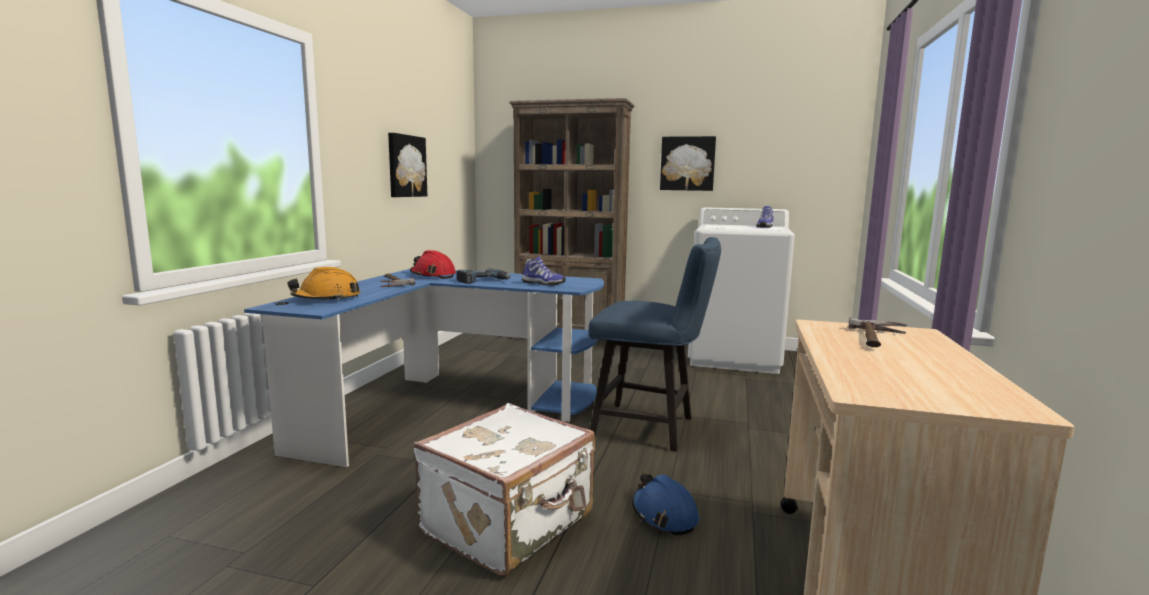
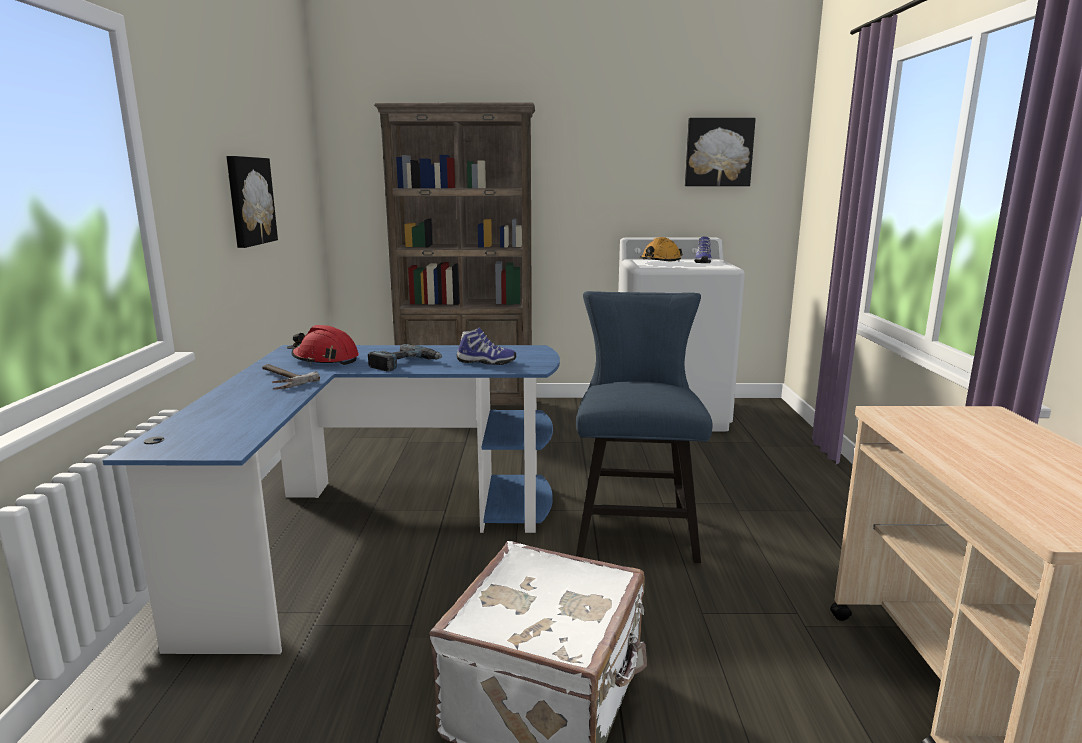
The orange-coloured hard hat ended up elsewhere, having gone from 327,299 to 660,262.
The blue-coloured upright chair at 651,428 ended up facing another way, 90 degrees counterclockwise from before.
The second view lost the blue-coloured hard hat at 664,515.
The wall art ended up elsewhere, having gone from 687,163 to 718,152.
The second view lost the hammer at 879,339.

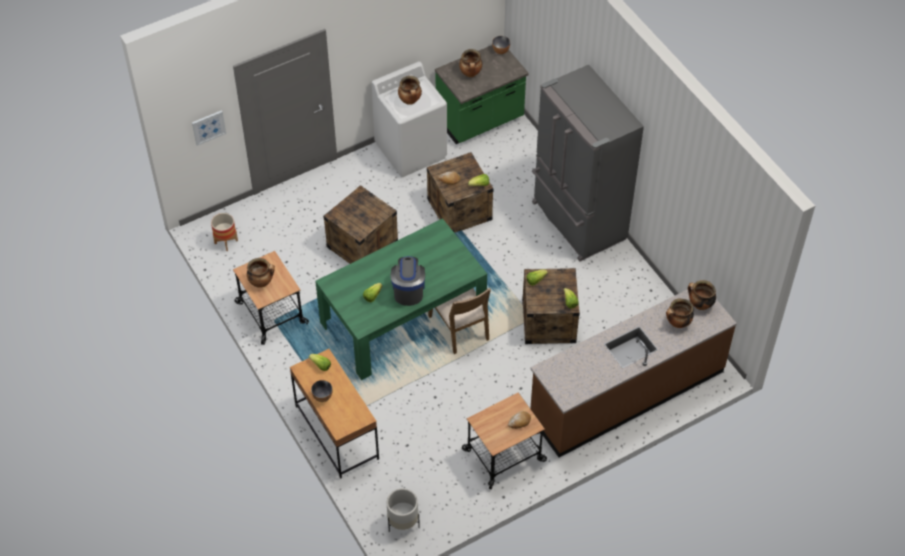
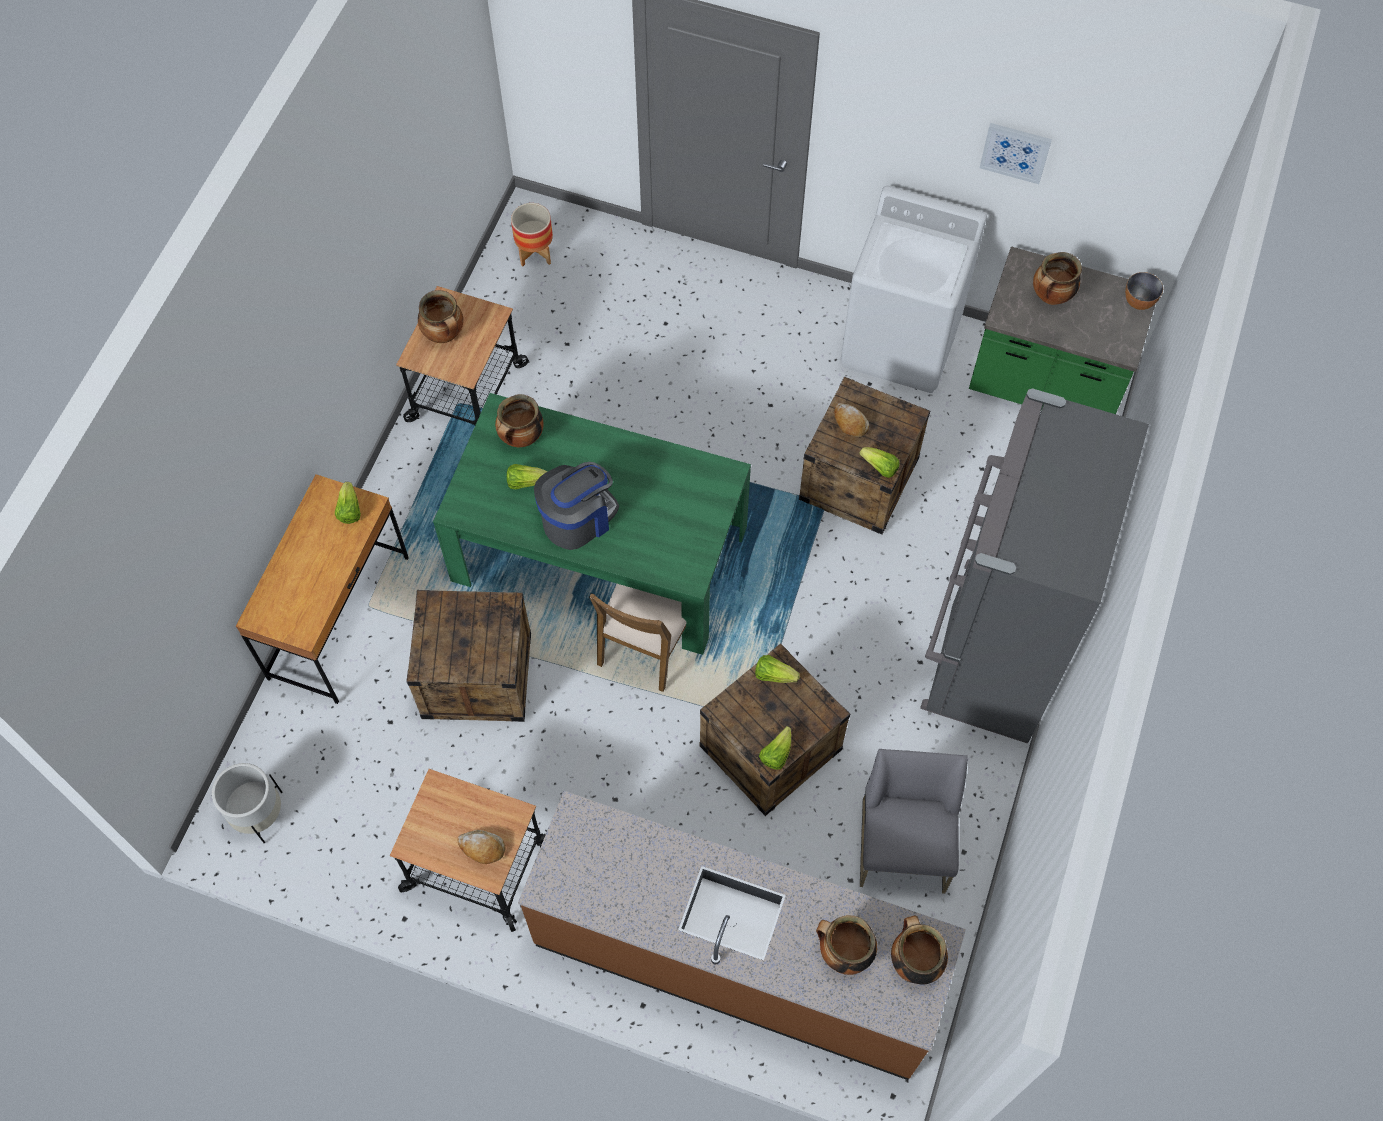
The wall art ended up elsewhere, having gone from 208,127 to 1015,152.
The second view lost the deep dish at 322,396.
The crate ended up elsewhere, having gone from 362,244 to 477,675.
The stockpot ended up elsewhere, having gone from 410,101 to 521,438.
The second view gained the grey upright chair at 904,846.

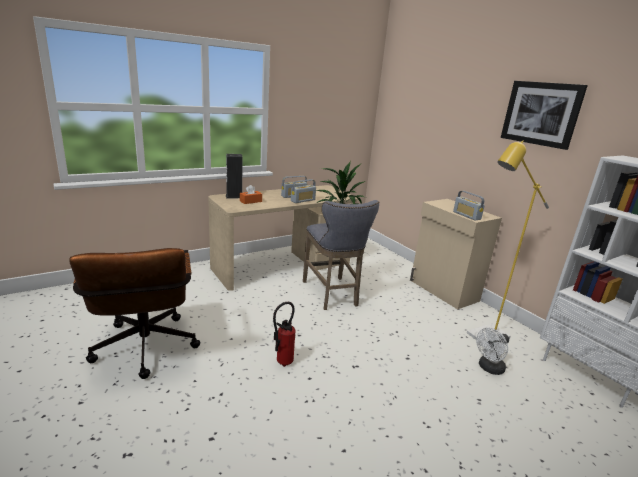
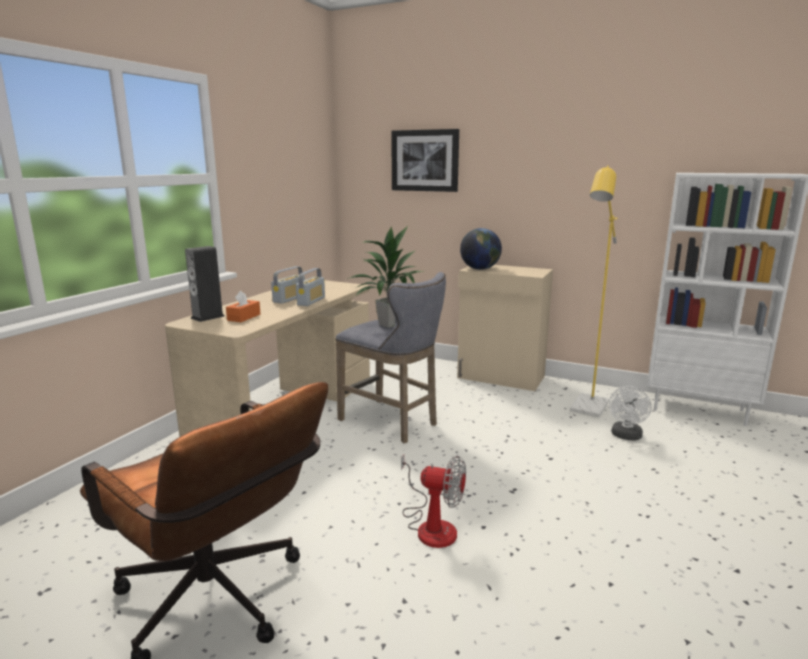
Where the extinguisher stood at 281,363, the fan came to stand at 431,525.
The second view lost the radio receiver at 466,215.
The wall art ended up elsewhere, having gone from 541,113 to 425,160.
The second view gained the world globe at 480,269.

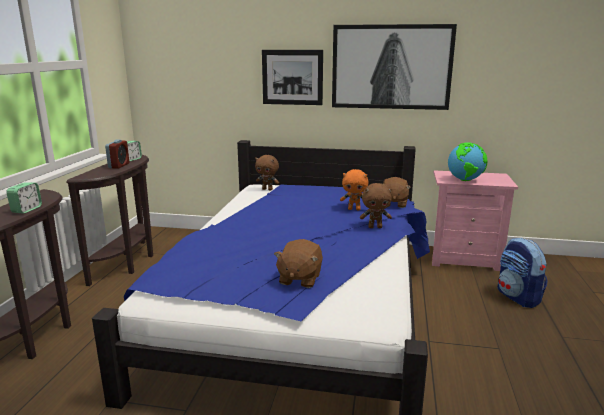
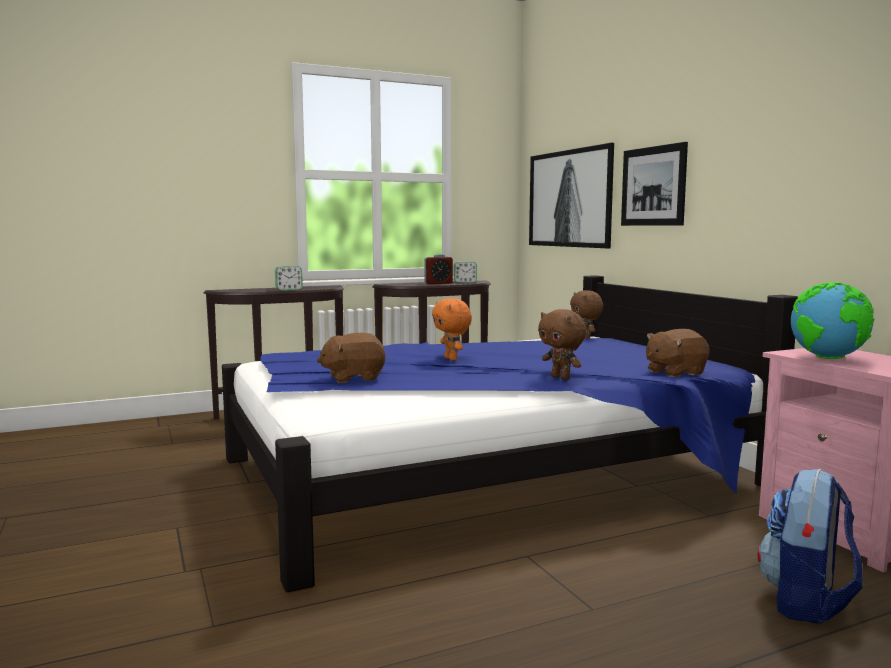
The wall art ended up elsewhere, having gone from 391,67 to 569,198.
The orange-coloured soft toy ended up elsewhere, having gone from 354,209 to 452,359.

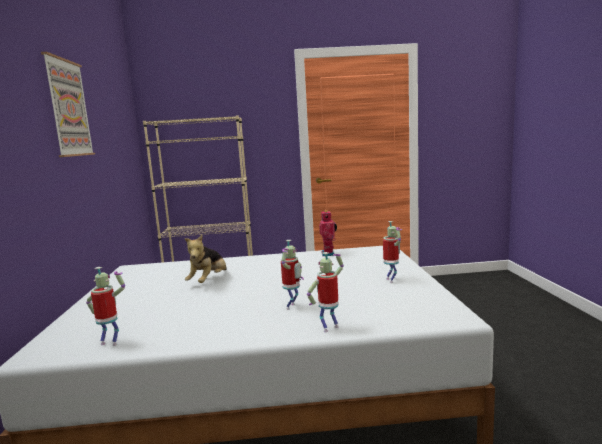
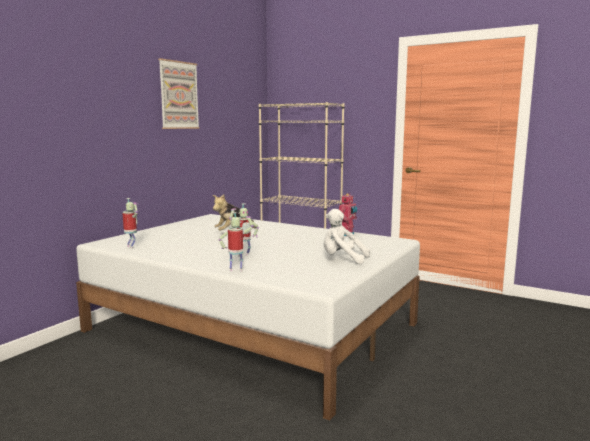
Where the robot figure stood at 392,280, the white soft toy came to stand at 342,259.

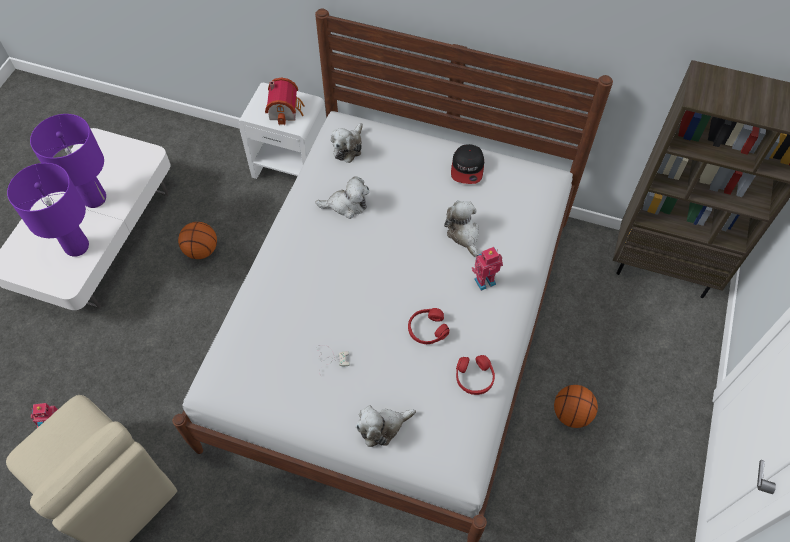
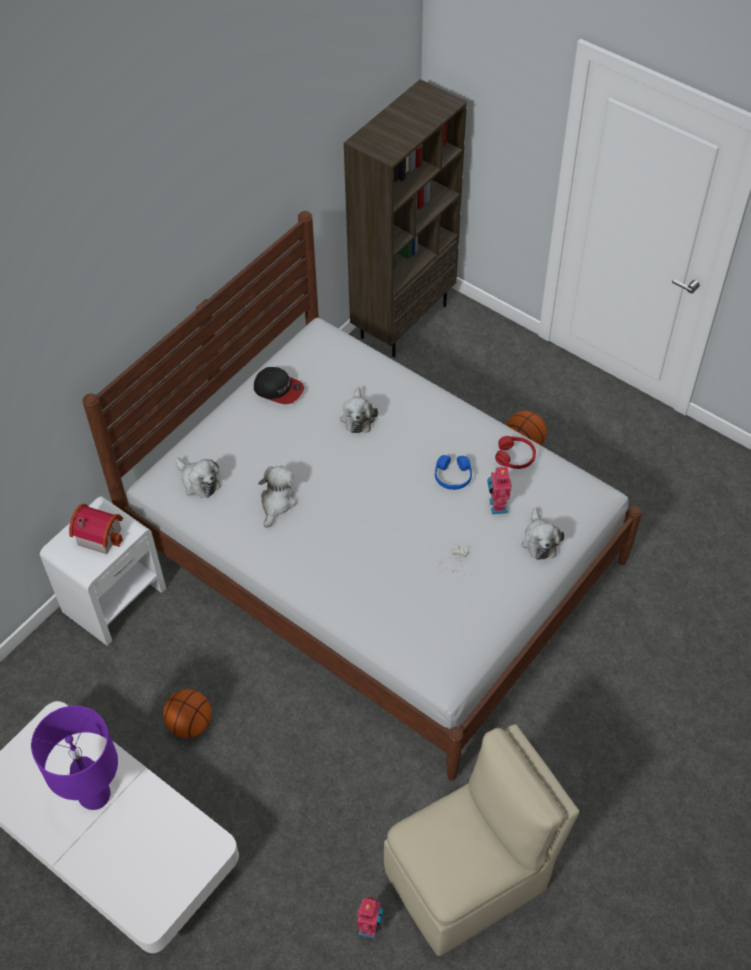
The second view lost the purplish lamp for a table at 77,246.
What was the reddish pair of headphones at 427,329 turned into the blue-coloured pair of headphones at 453,476.
The soft toy at 463,234 ended up facing another way, 90 degrees counterclockwise from before.
The robot figure ended up elsewhere, having gone from 484,280 to 497,506.

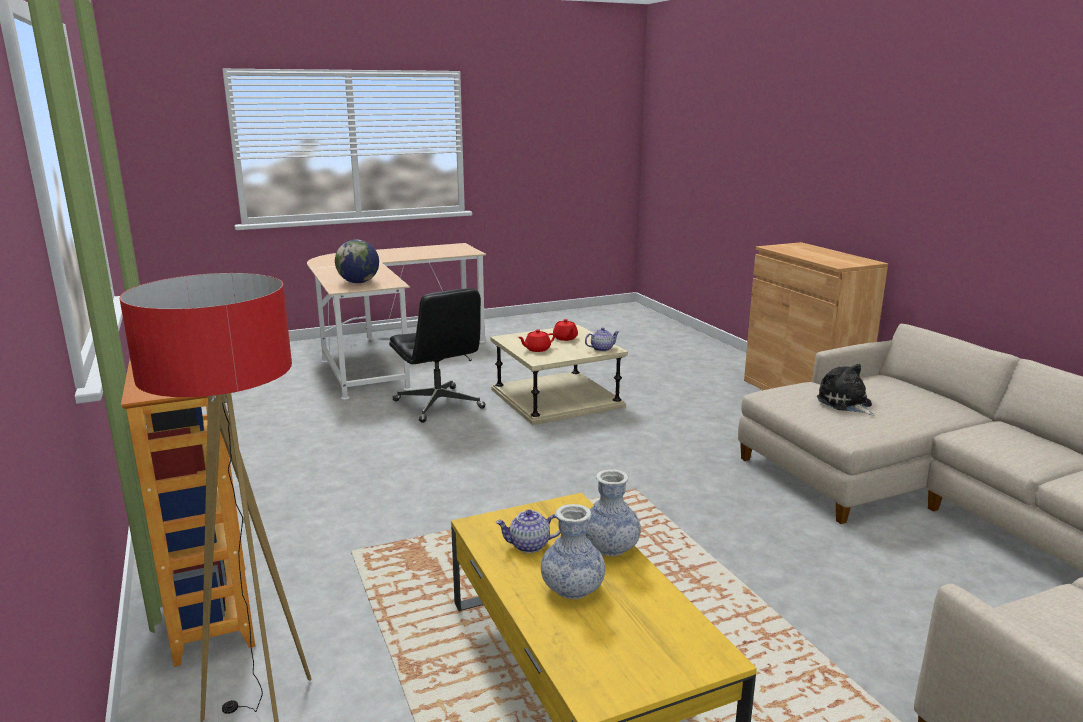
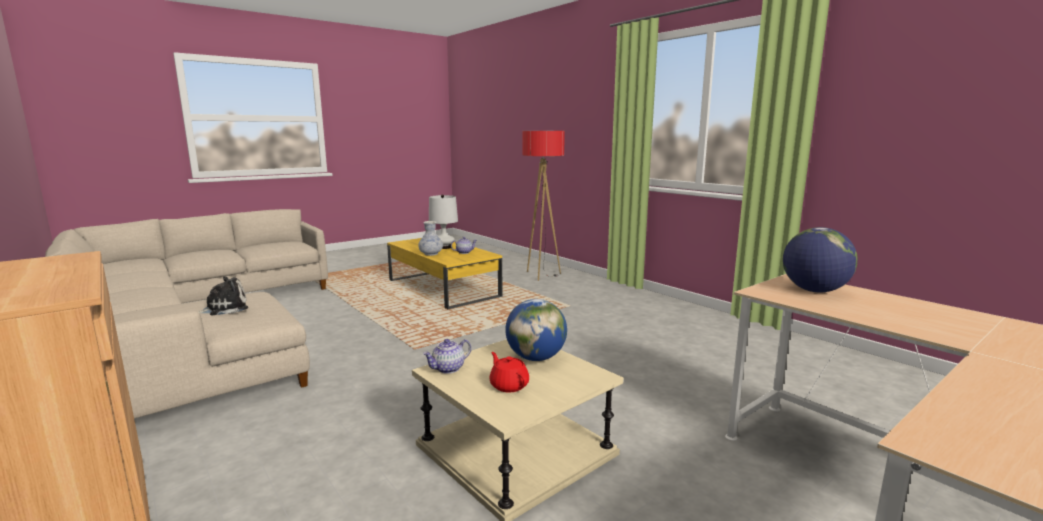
The second view lost the bookcase at 210,612.
The second view lost the blackish office chair at 439,405.
Where the reddish pot for tea stood at 537,349, the world globe came to stand at 535,358.
Where the vase stood at 572,589, the white lamp for a table came to stand at 444,247.
The soft toy at 845,403 ended up facing another way, 90 degrees counterclockwise from before.

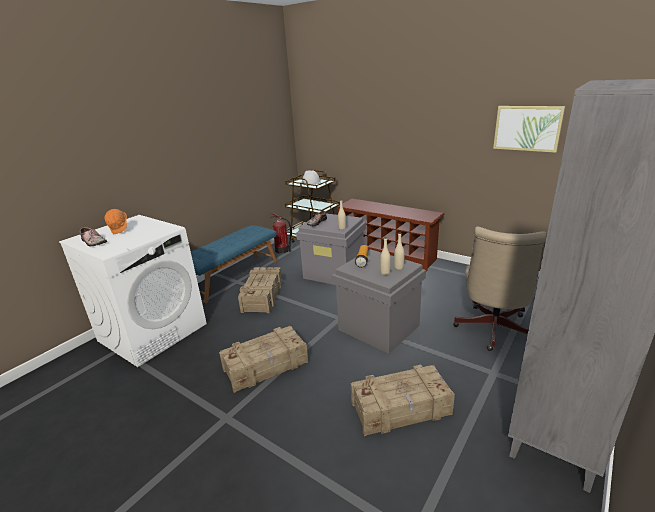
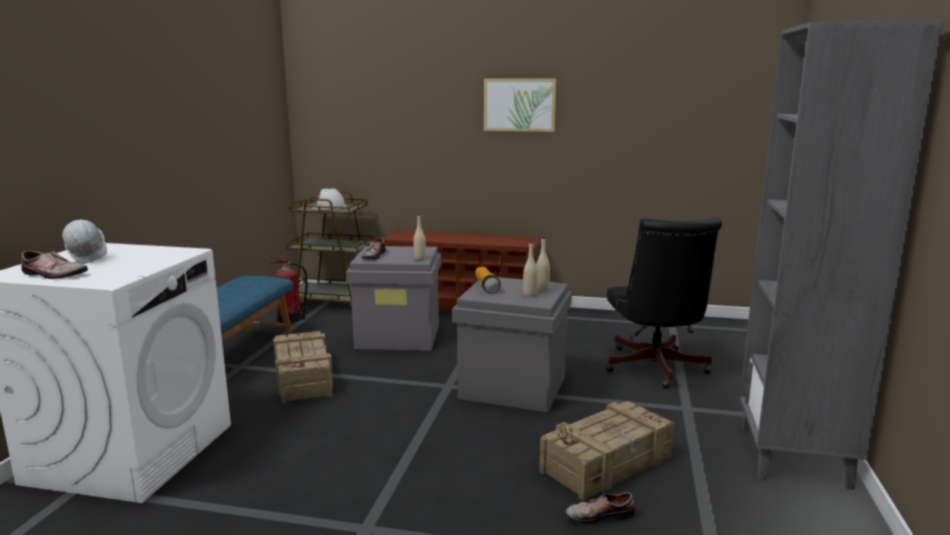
What was the orange-coloured hard hat at 120,231 turned into the white hard hat at 88,260.
The second view lost the crate at 266,366.
What was the beige-coloured office chair at 492,331 turned into the blackish office chair at 655,369.
The wall art ended up elsewhere, having gone from 527,128 to 519,105.
The second view gained the shoe at 598,515.

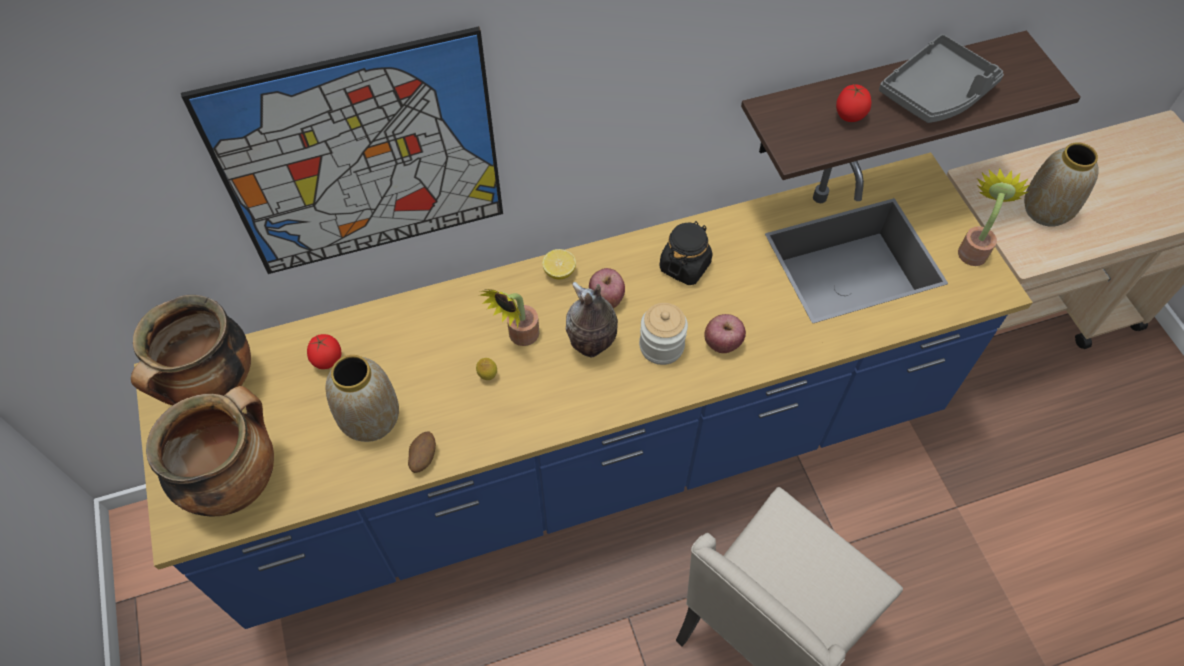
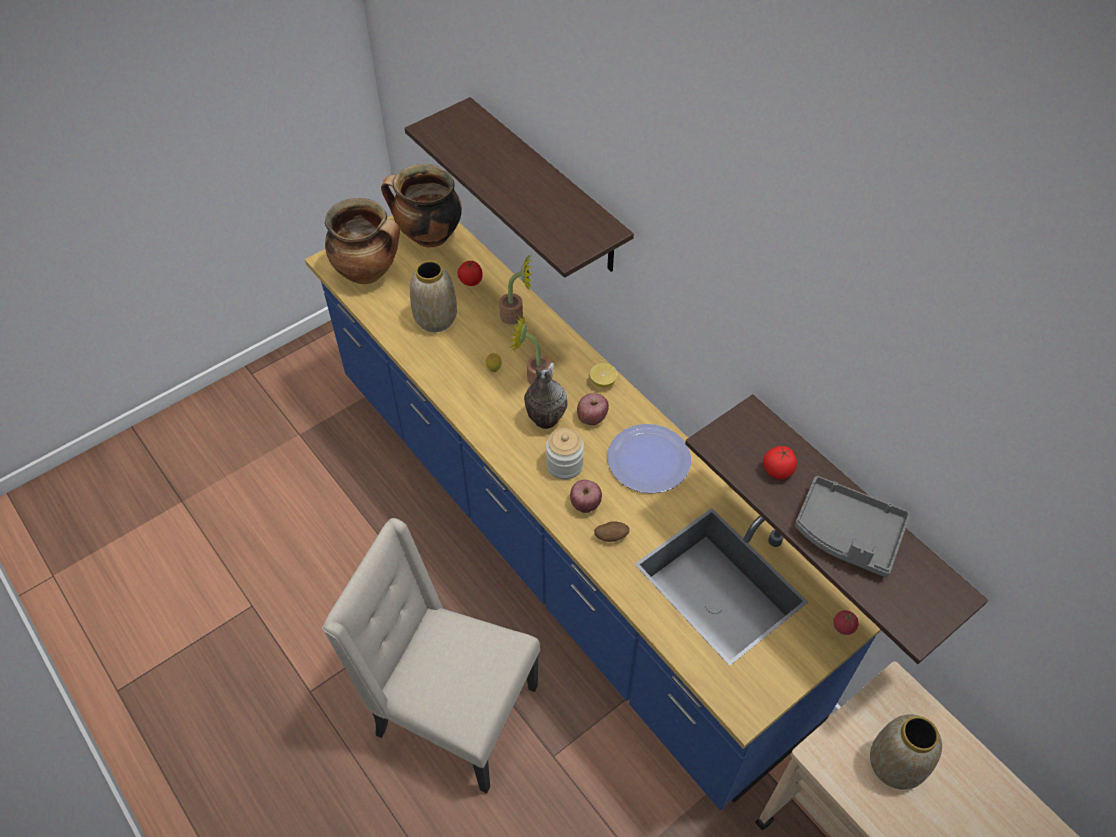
Where the wall art hung at 363,159, the bracket shelf came to hang at 547,188.
The potato ended up elsewhere, having gone from 423,457 to 611,536.
Where the blackish preserve jar stood at 685,266, the flat dish came to stand at 648,460.
The plant in a pot ended up elsewhere, having gone from 973,249 to 516,315.
The second view gained the fresh tomato at 843,626.

